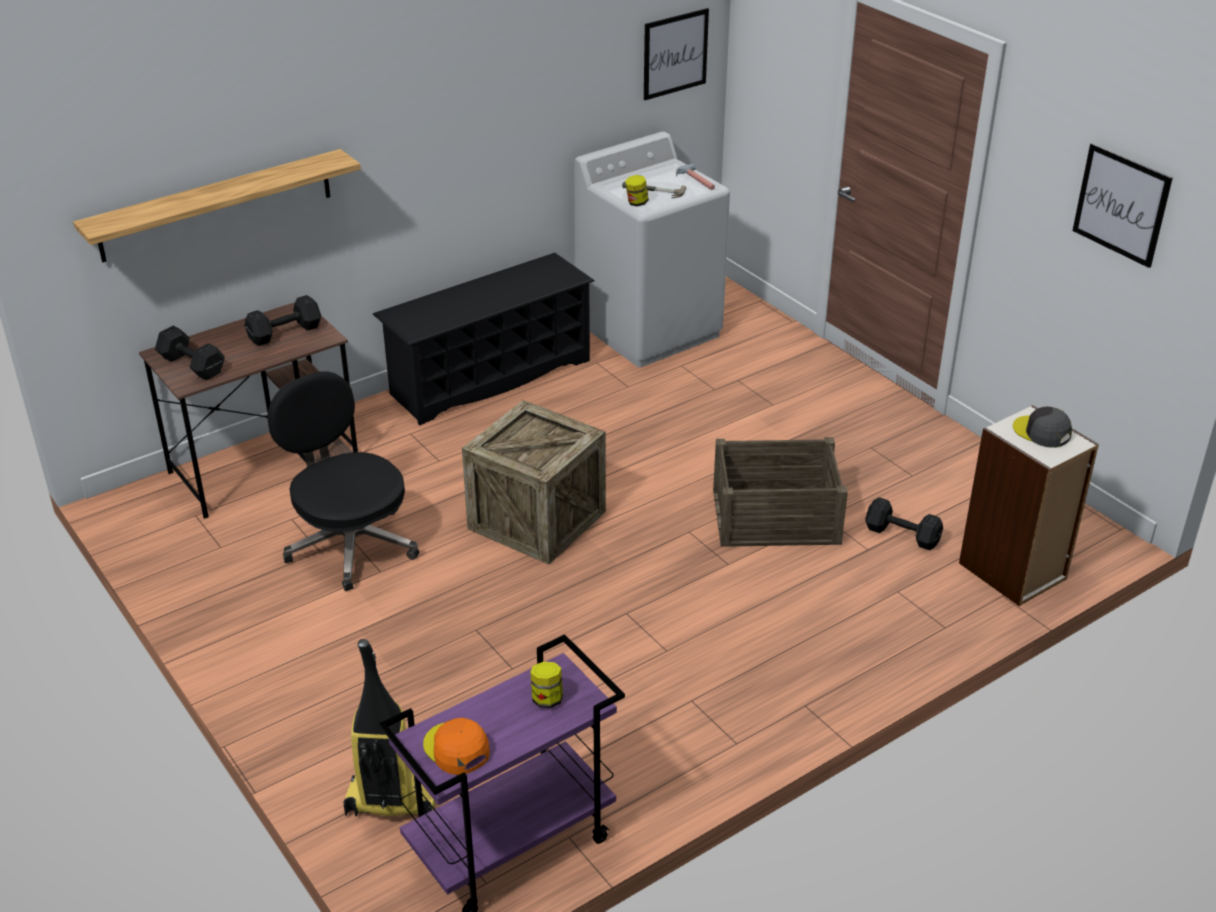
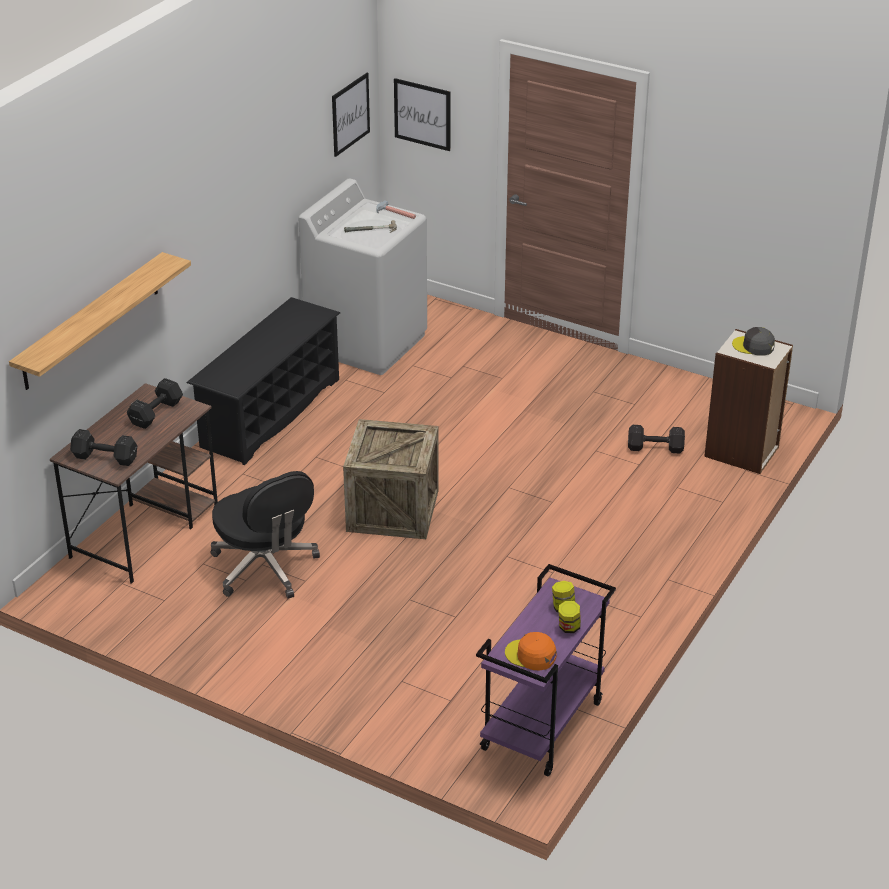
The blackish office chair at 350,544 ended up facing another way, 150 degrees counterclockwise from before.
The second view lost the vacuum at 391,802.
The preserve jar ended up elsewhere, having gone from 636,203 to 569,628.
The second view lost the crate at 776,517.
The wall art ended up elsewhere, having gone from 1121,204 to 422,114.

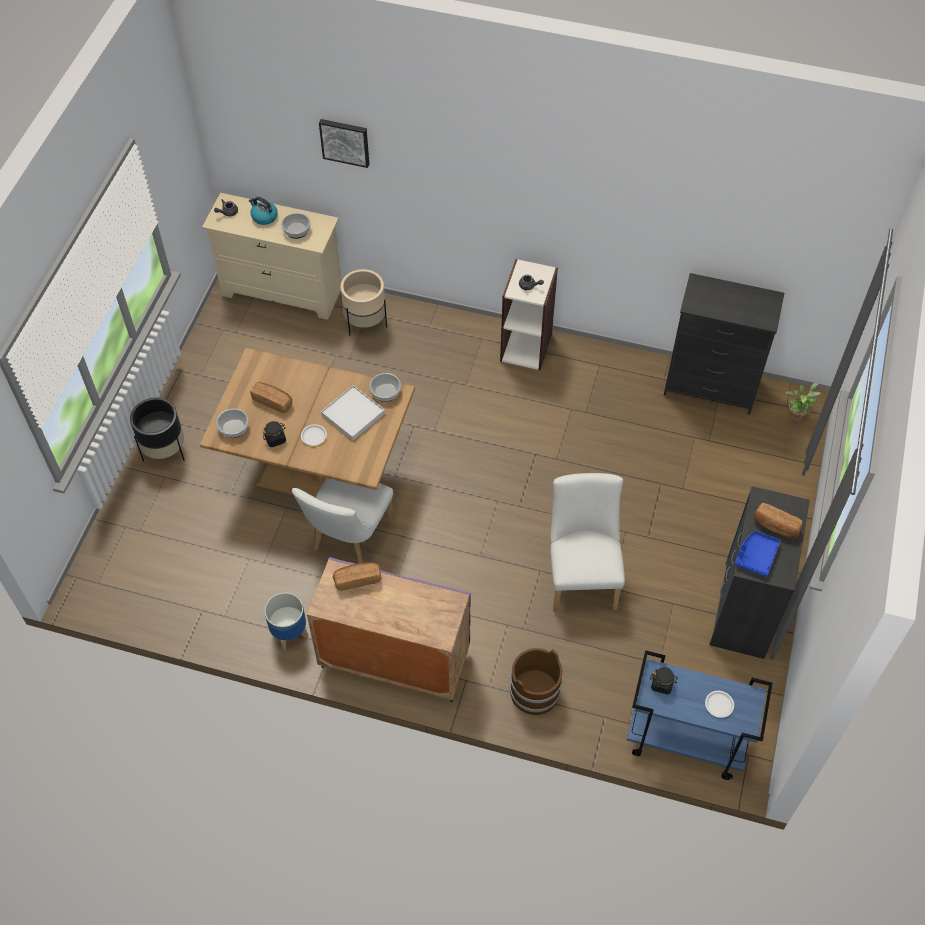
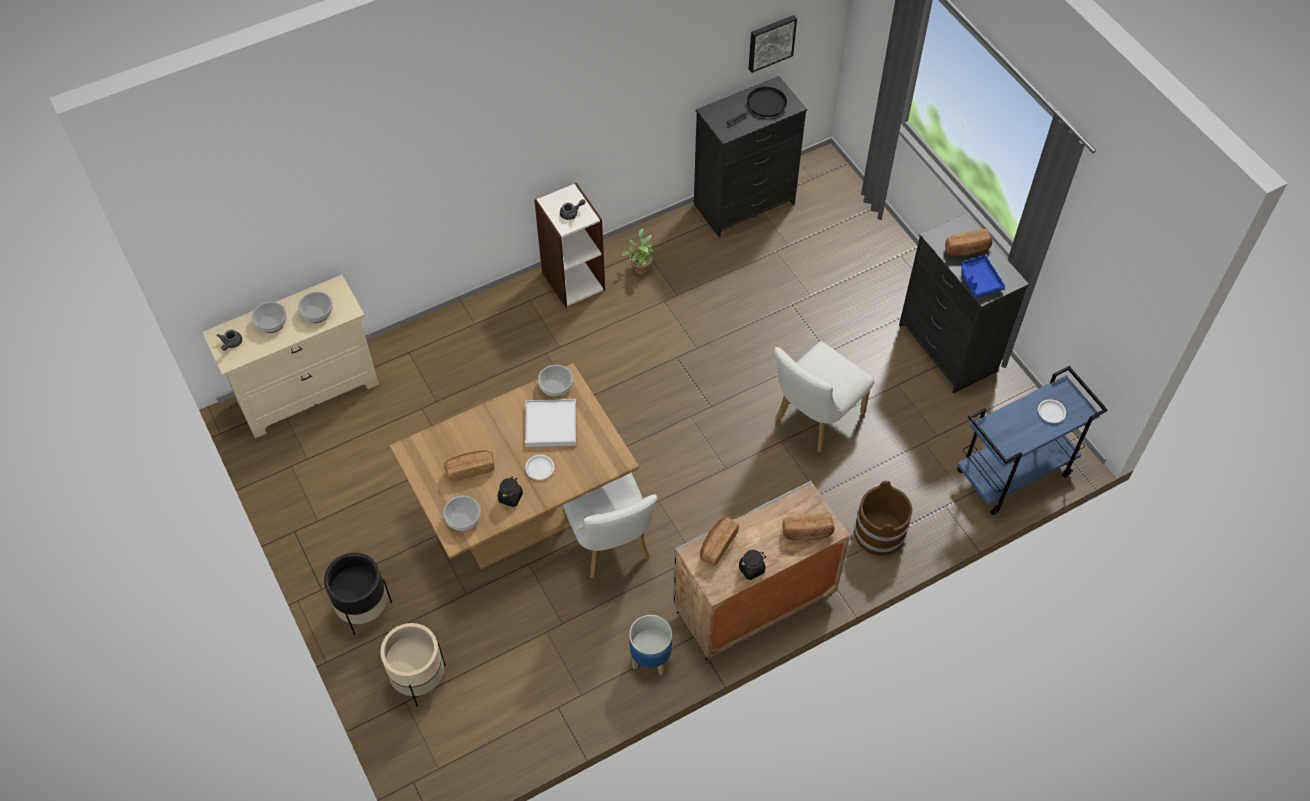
Where the water kettle stood at 264,217, the deep dish came to stand at 272,322.
What was the purplish cupboard at 393,660 turned into the grey cupboard at 753,604.
The wall art ended up elsewhere, having gone from 345,141 to 770,42.
The beige-coloured flower pot ended up elsewhere, having gone from 365,323 to 419,679.
The white upright chair at 581,575 ended up facing another way, 90 degrees counterclockwise from before.
The blackish preserve jar ended up elsewhere, having gone from 662,684 to 751,569.
The plant in a pot ended up elsewhere, having gone from 796,414 to 640,267.
The second view gained the blackish frying pan at 764,106.
The second view gained the bread at 807,532.

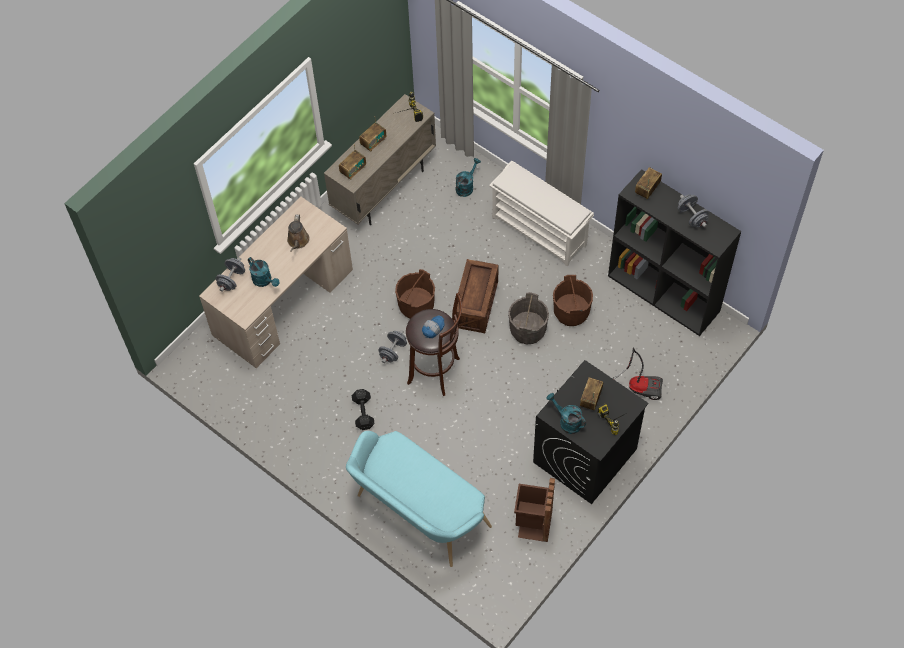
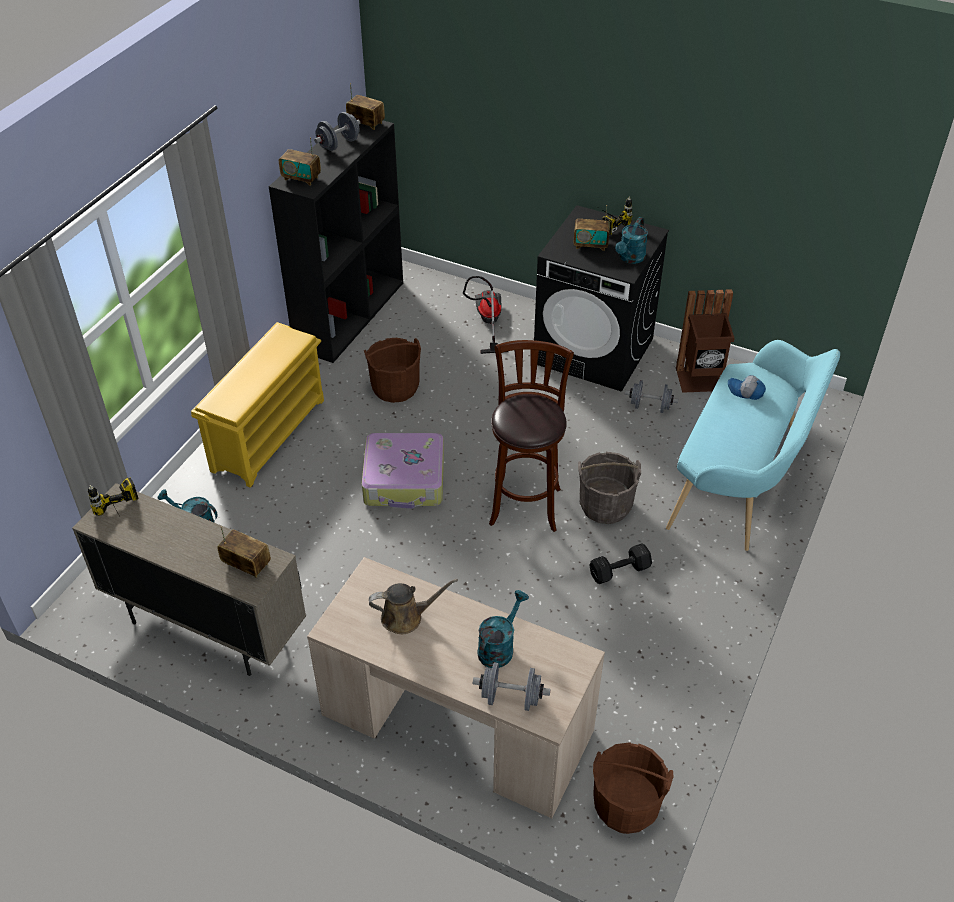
The radio receiver ended up elsewhere, having gone from 373,142 to 366,123.
The grey free weight ended up elsewhere, having gone from 393,351 to 649,407.
The brown-coloured water bucket ended up elsewhere, having gone from 416,305 to 625,805.
The cap ended up elsewhere, having gone from 432,328 to 745,392.
Where the crate stood at 476,304, the travel case came to stand at 405,480.
What was the white shoe stand at 540,230 turned into the yellow-coloured shoe stand at 268,434.
The grey water bucket ended up elsewhere, having gone from 528,330 to 605,505.

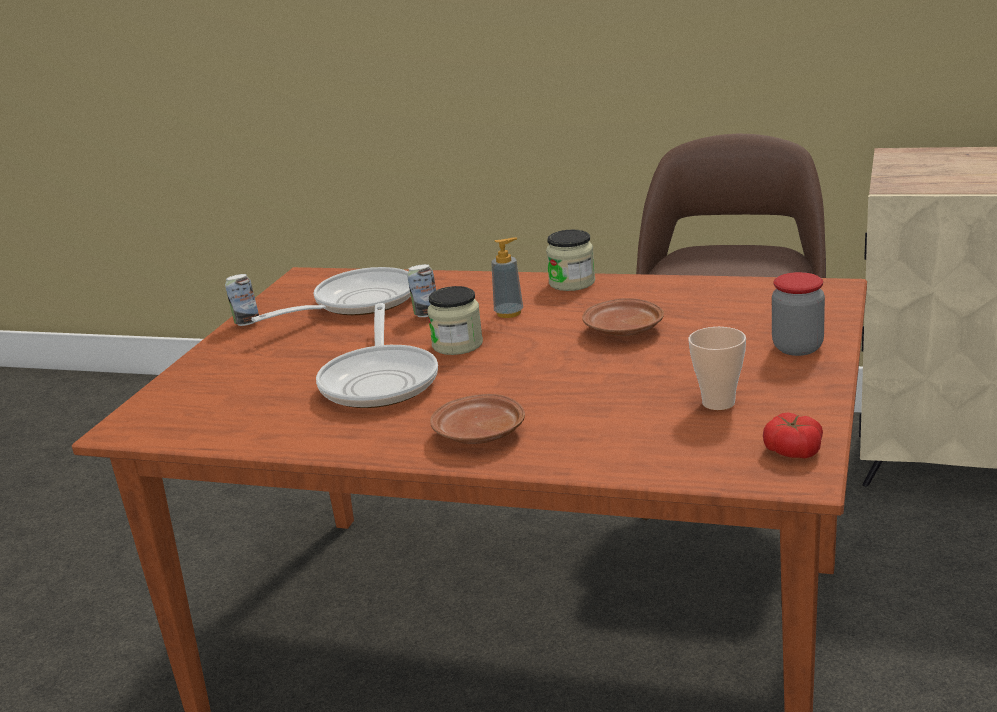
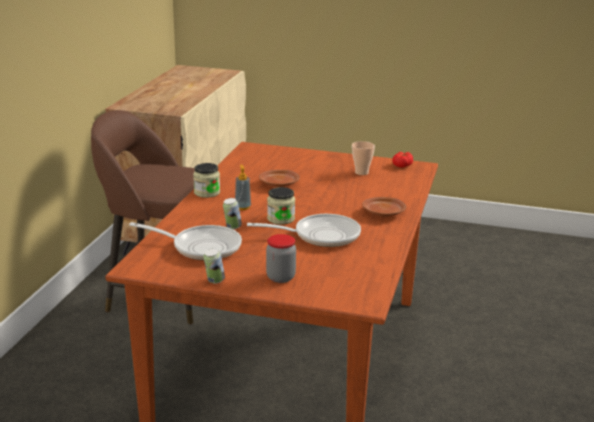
The frying pan at 357,303 ended up facing another way, 150 degrees clockwise from before.
The preserve jar ended up elsewhere, having gone from 797,348 to 280,277.

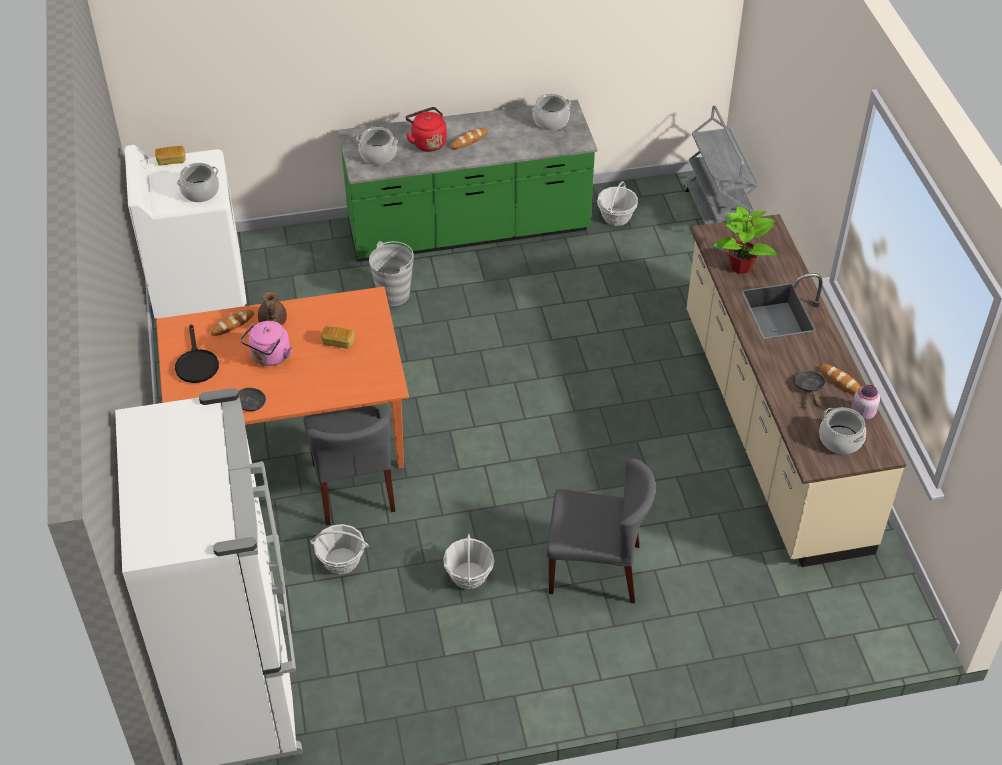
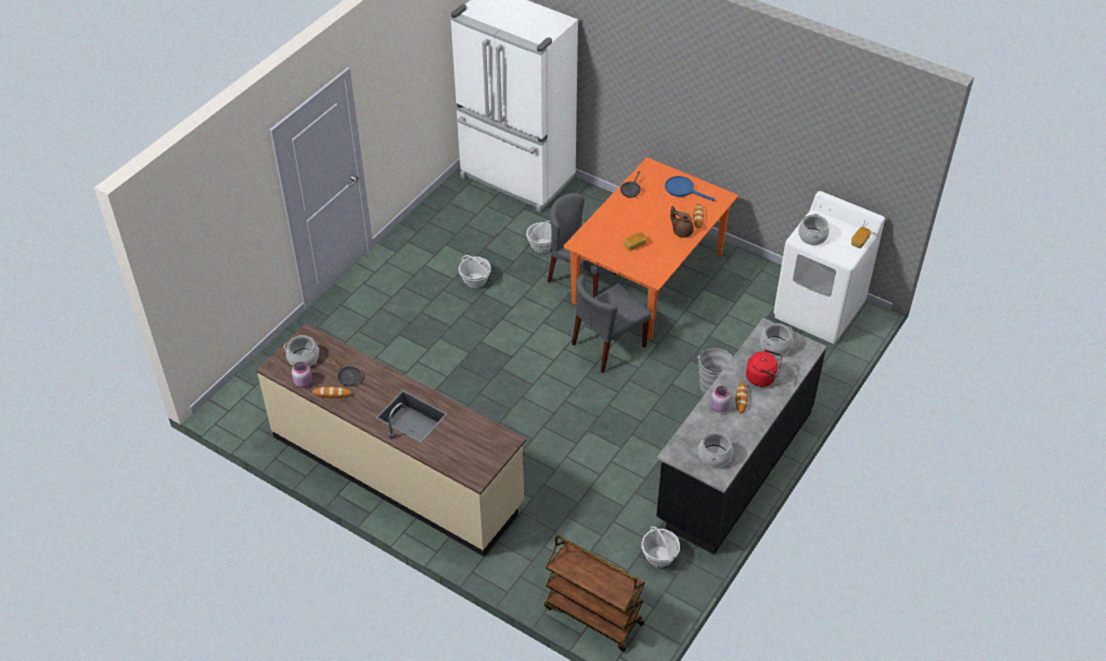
What was the blackish frying pan at 196,364 turned into the blue-coloured frying pan at 683,189.
The second view lost the pink water kettle at 269,357.
What was the green kitchen base unit at 468,231 turned into the blackish kitchen base unit at 734,465.
The grey upright chair ended up elsewhere, having gone from 595,569 to 608,345.
What was the grey cart at 717,217 turned into the brown-coloured cart at 592,615.
The second view lost the plant in a pot at 741,266.
The second view gained the pink preserve jar at 719,407.

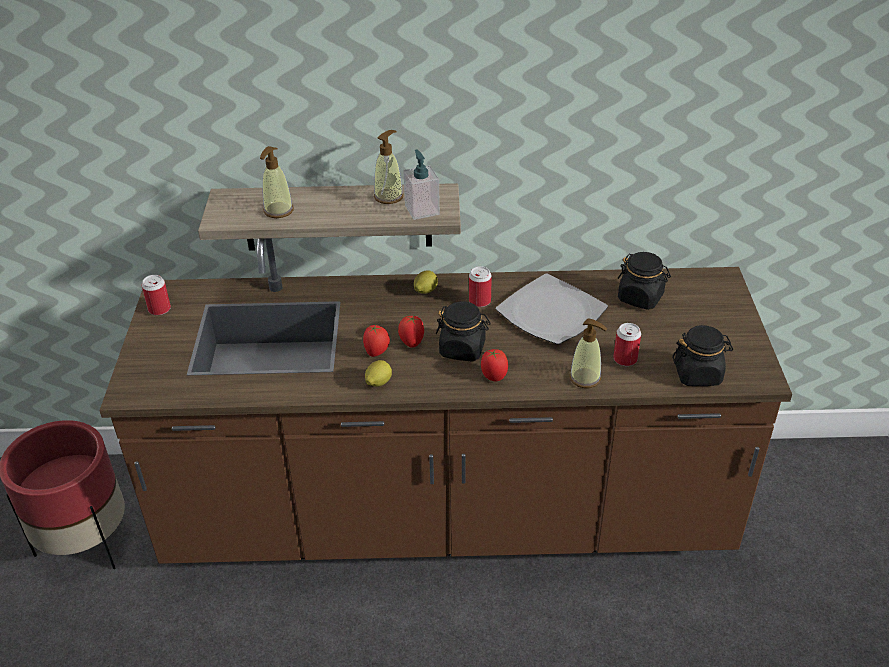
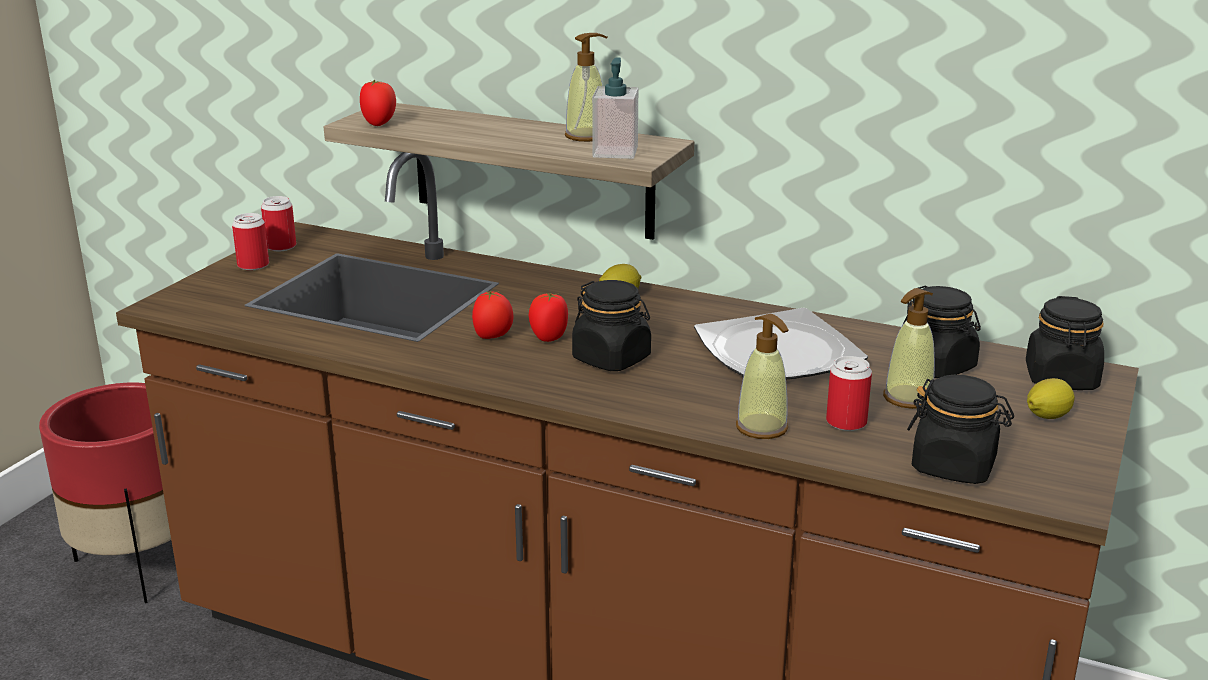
The soap dispenser ended up elsewhere, having gone from 278,211 to 907,398.
The whole lemon ended up elsewhere, having gone from 378,383 to 1046,417.
The can ended up elsewhere, having gone from 479,301 to 253,265.
The fresh tomato ended up elsewhere, having gone from 493,376 to 379,124.
The second view gained the blackish preserve jar at 1061,379.

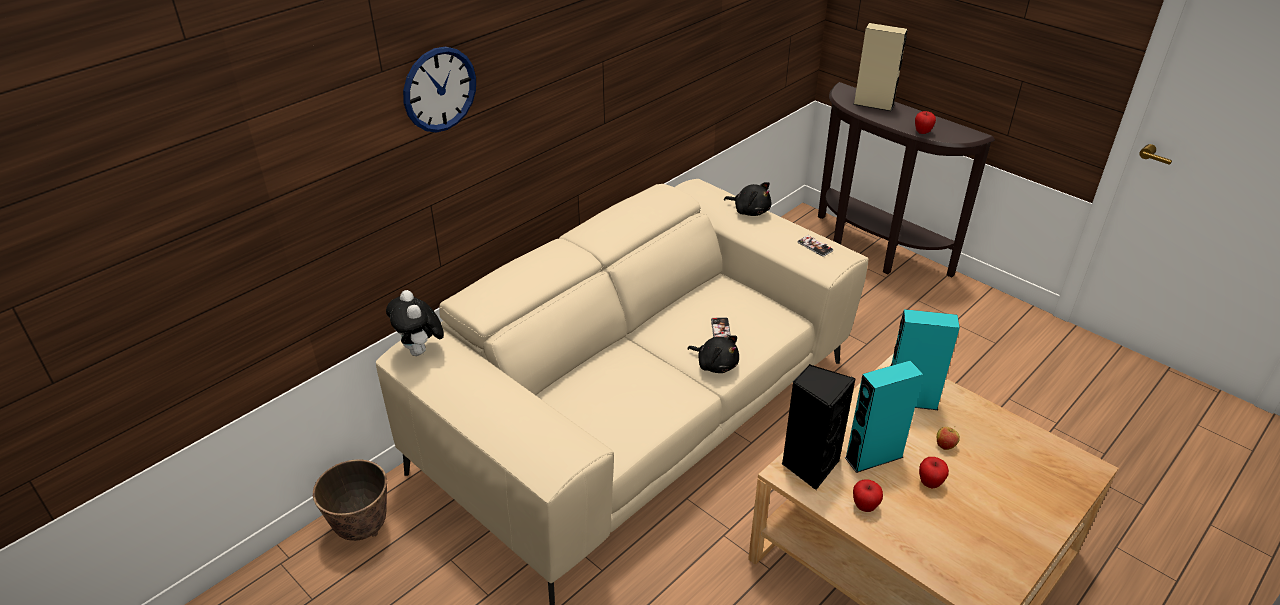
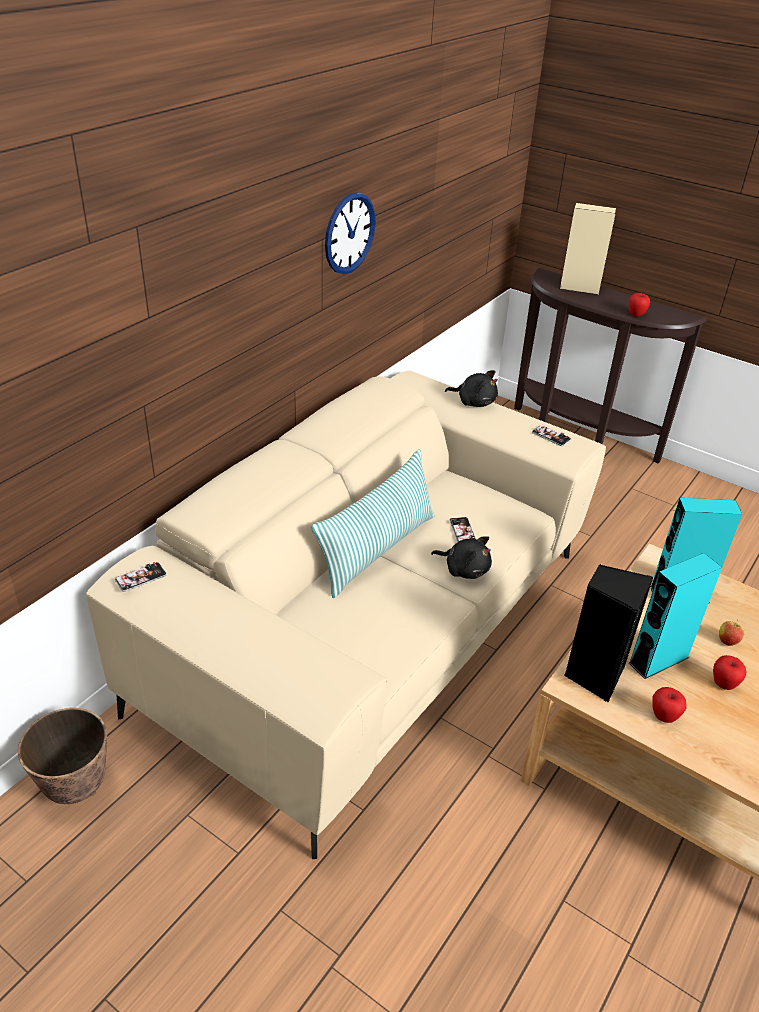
Where the soft toy stood at 421,352, the phone came to stand at 141,577.
The clock on the wall ended up elsewhere, having gone from 439,89 to 349,233.
The second view gained the cushion at 377,549.

